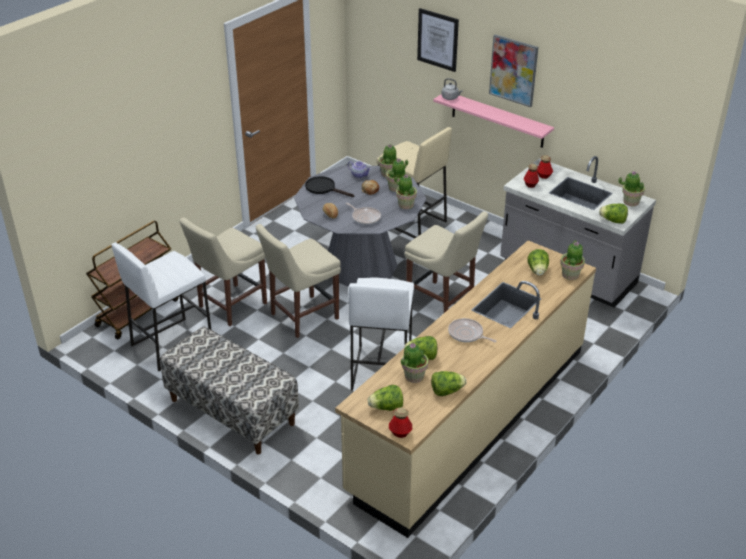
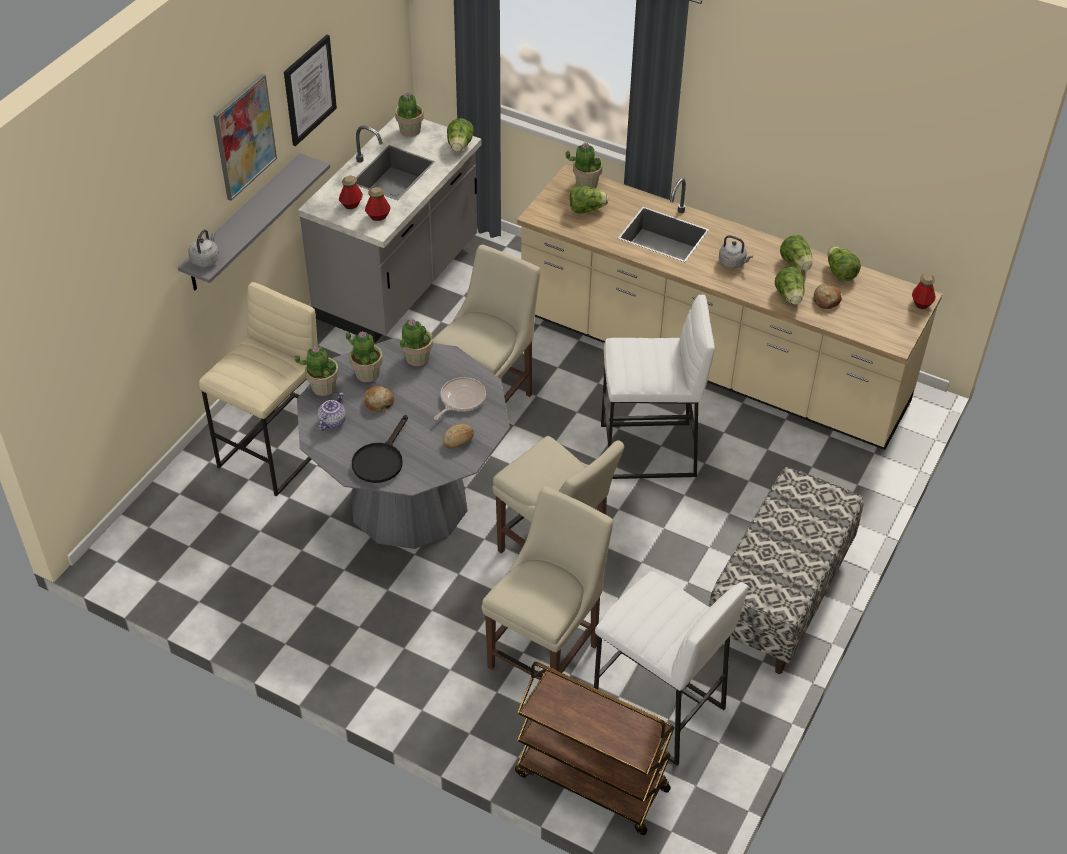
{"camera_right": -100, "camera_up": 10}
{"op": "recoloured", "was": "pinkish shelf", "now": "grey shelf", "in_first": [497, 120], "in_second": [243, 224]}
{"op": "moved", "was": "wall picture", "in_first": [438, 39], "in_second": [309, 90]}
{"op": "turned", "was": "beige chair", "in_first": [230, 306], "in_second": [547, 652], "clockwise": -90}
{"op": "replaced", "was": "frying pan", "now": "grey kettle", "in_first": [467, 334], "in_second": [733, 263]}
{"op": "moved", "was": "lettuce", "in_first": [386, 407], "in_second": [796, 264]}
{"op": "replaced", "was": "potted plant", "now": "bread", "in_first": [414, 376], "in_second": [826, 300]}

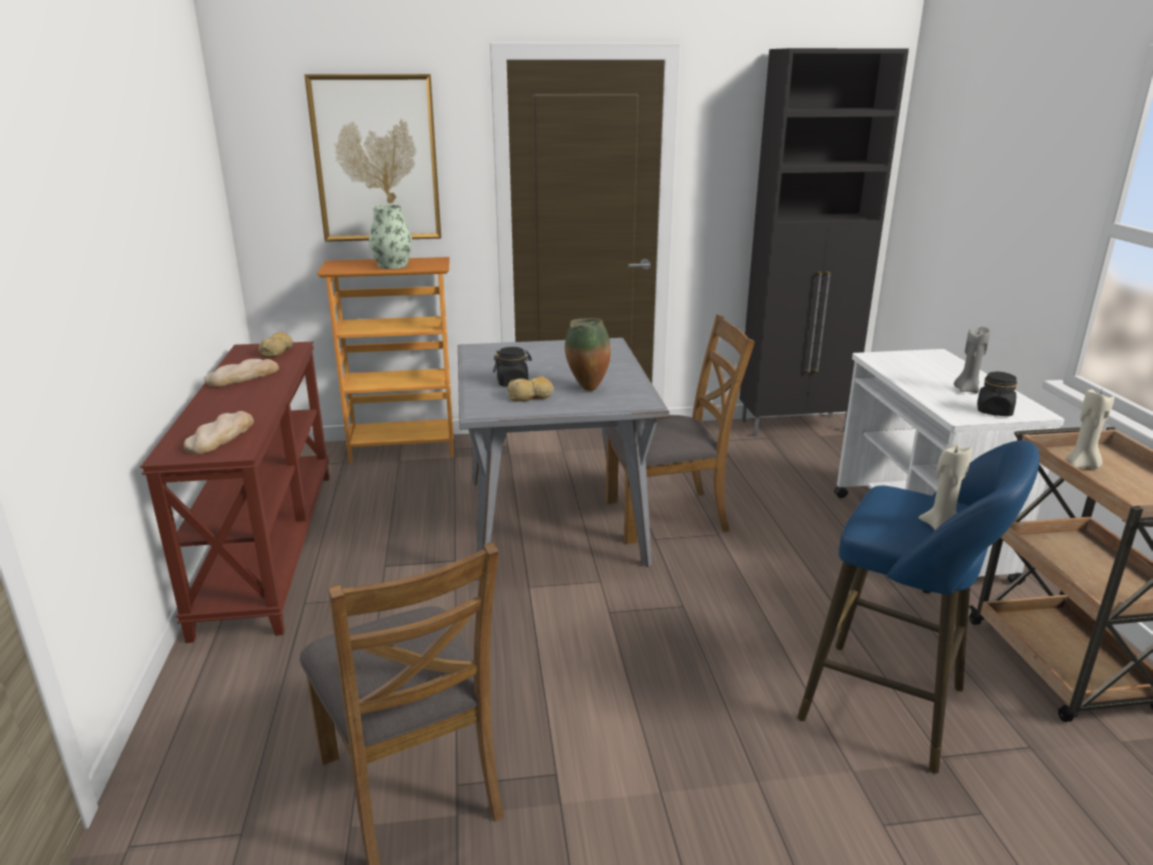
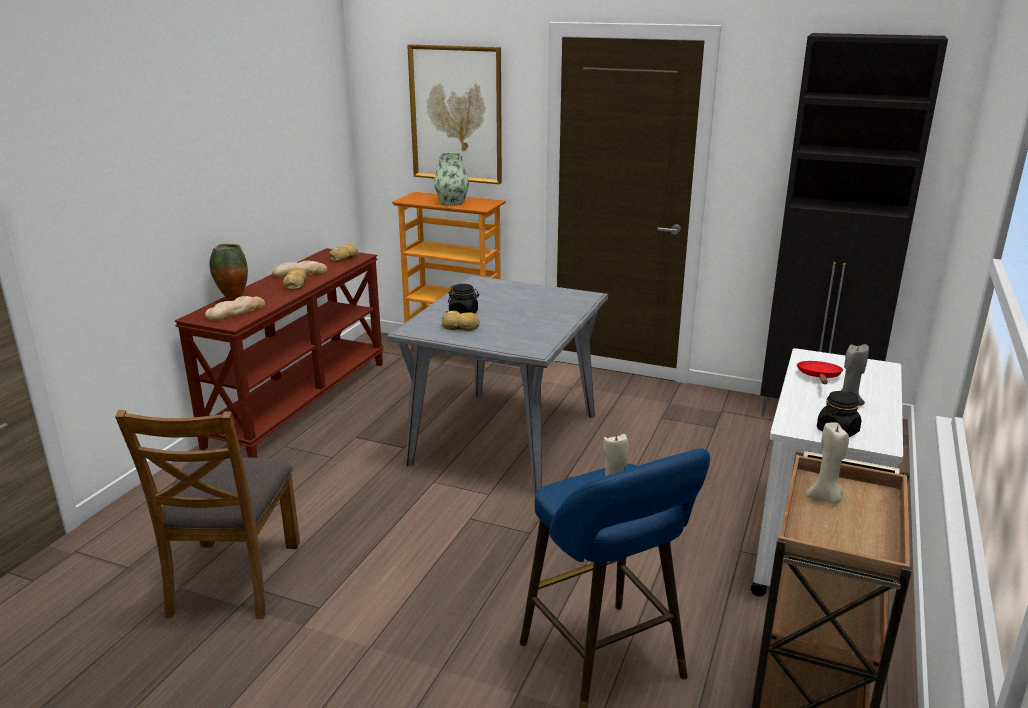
{"camera_right": 30, "camera_up": 0}
{"op": "moved", "was": "vase", "in_first": [587, 389], "in_second": [232, 299]}
{"op": "added", "now": "bread", "in_second": [295, 285]}
{"op": "added", "now": "red frying pan", "in_second": [819, 377]}
{"op": "removed", "was": "brown-coloured chair", "in_first": [667, 515]}

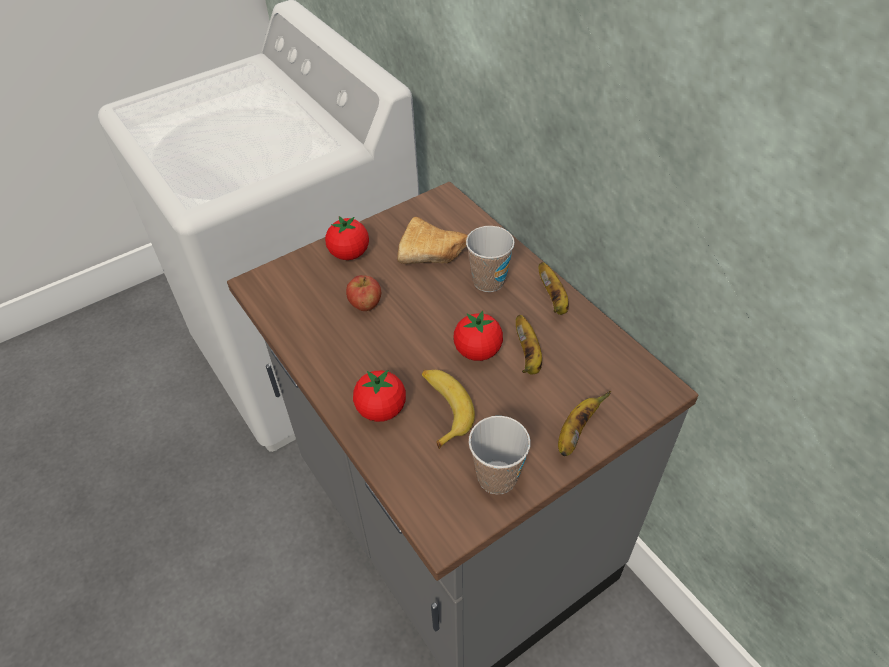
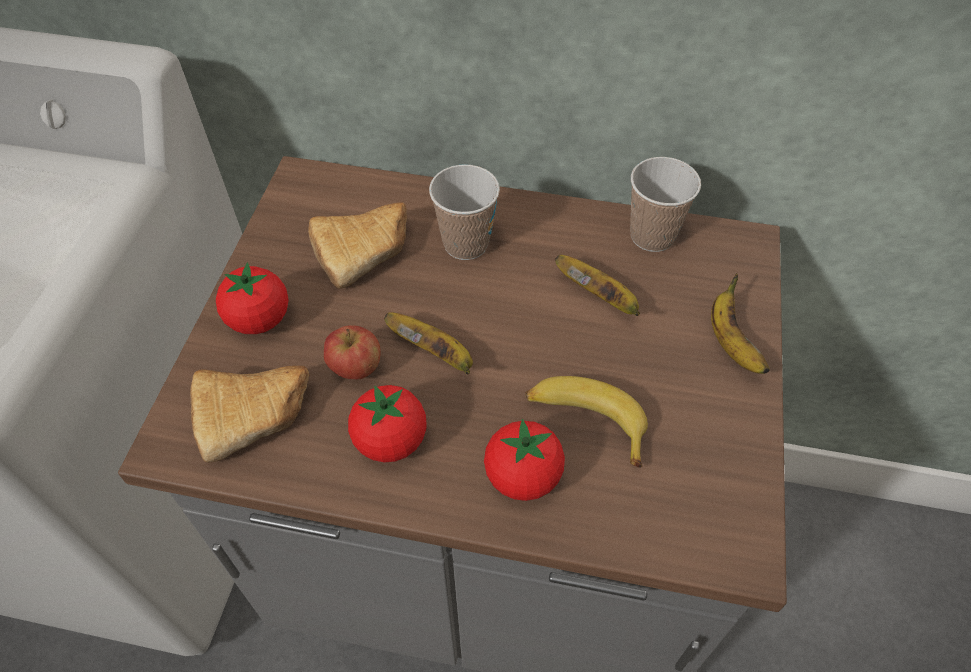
{"camera_right": -45, "camera_up": 5}
{"op": "added", "now": "bread", "in_second": [257, 415]}
{"op": "moved", "was": "fresh tomato", "in_first": [477, 351], "in_second": [390, 440]}
{"op": "moved", "was": "banana", "in_first": [553, 299], "in_second": [435, 353]}
{"op": "moved", "was": "small cup", "in_first": [497, 477], "in_second": [652, 236]}

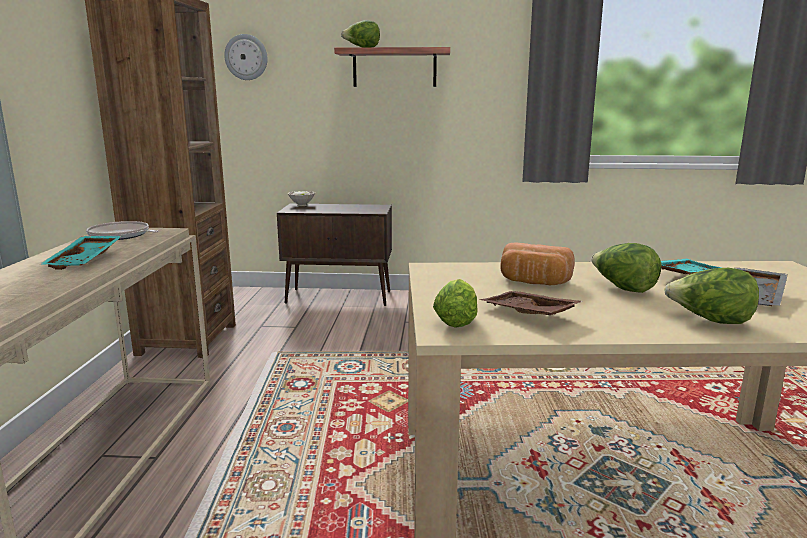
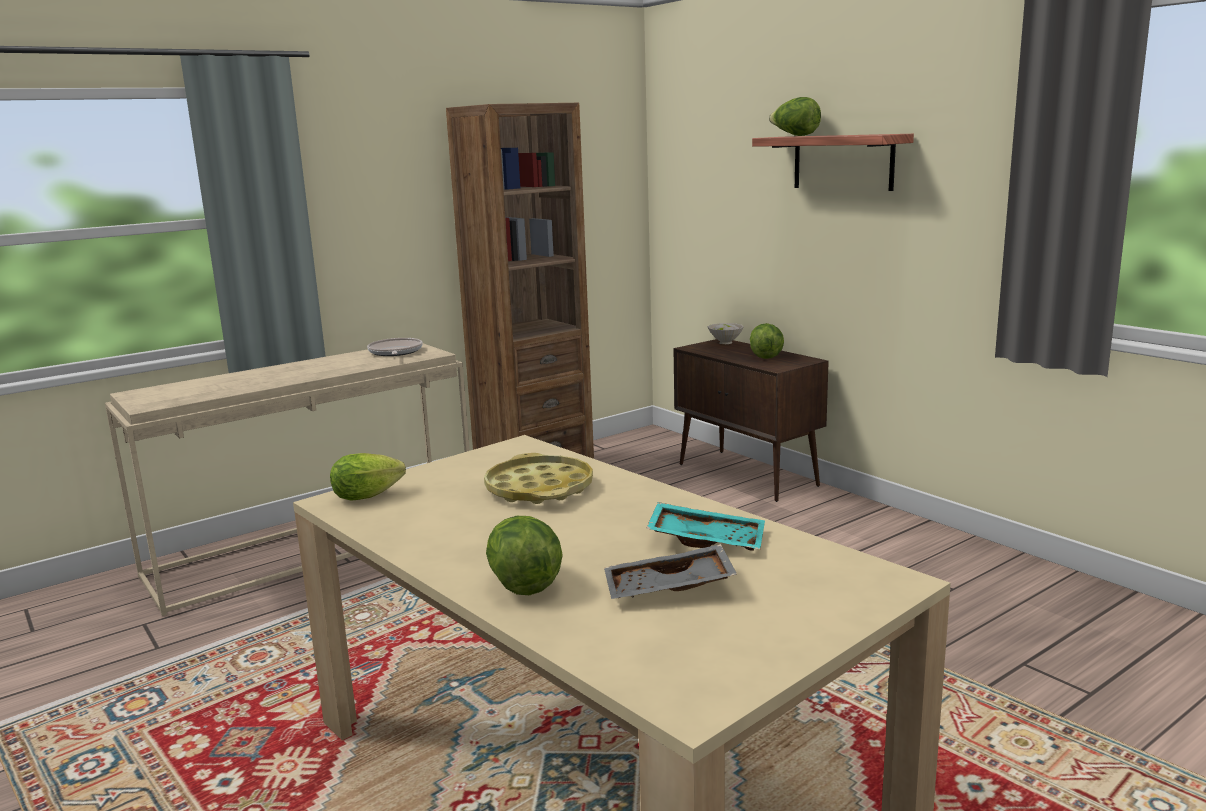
{"camera_right": 50, "camera_up": 0}
{"op": "replaced", "was": "bread", "now": "yellow-coloured serving tray", "in_first": [533, 282], "in_second": [539, 488]}
{"op": "moved", "was": "lettuce", "in_first": [623, 288], "in_second": [766, 356]}
{"op": "removed", "was": "turquoise-coloured serving tray", "in_first": [86, 260]}
{"op": "removed", "was": "clock on the wall", "in_first": [246, 57]}
{"op": "removed", "was": "brown-coloured serving tray", "in_first": [527, 314]}

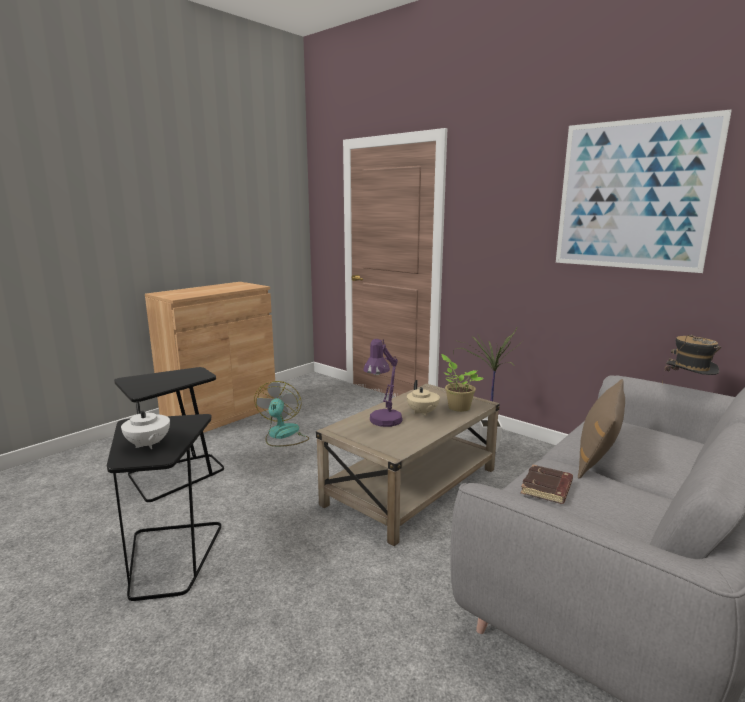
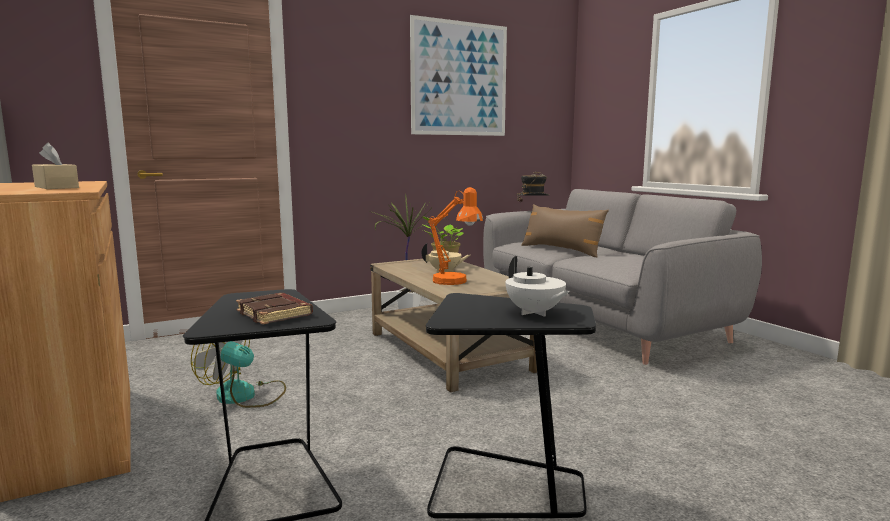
{"camera_right": -70, "camera_up": -5}
{"op": "added", "now": "beige tissue holder", "in_second": [56, 187]}
{"op": "moved", "was": "brown-coloured book", "in_first": [547, 488], "in_second": [275, 314]}
{"op": "recoloured", "was": "purplish tabletop lamp", "now": "orange-coloured tabletop lamp", "in_first": [383, 423], "in_second": [455, 282]}
{"op": "turned", "was": "white-coloured tea pot", "in_first": [148, 445], "in_second": [534, 313], "clockwise": 75}

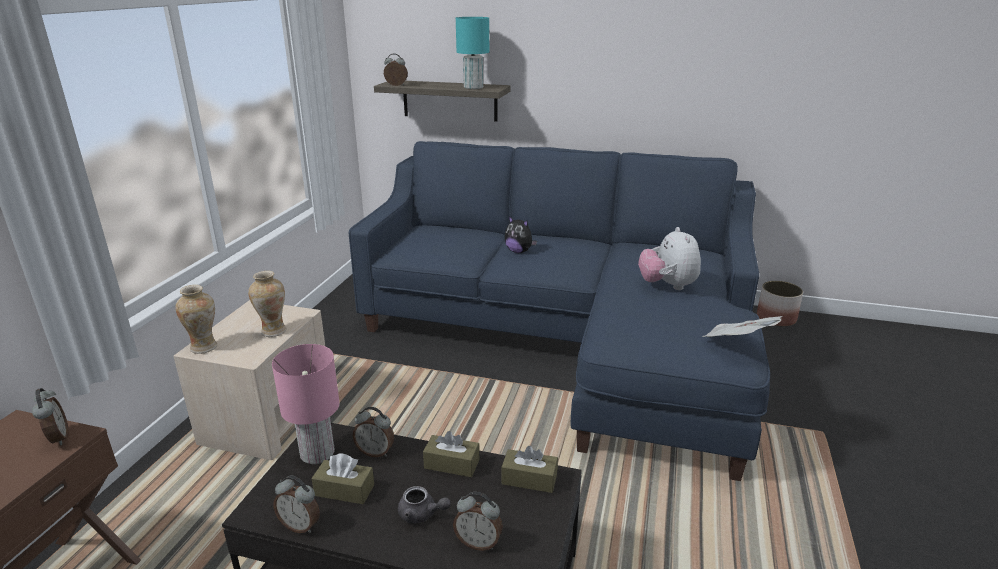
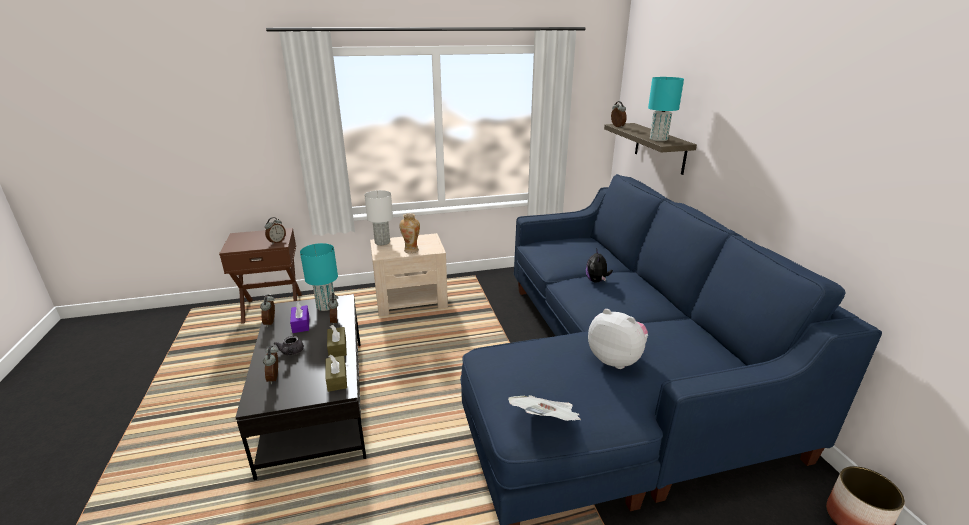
{"camera_right": 60, "camera_up": 0}
{"op": "recoloured", "was": "brown-coloured tissue holder", "now": "purplish tissue holder", "in_first": [344, 490], "in_second": [301, 324]}
{"op": "recoloured", "was": "pinkish tabletop lamp", "now": "turquoise-coloured tabletop lamp", "in_first": [318, 453], "in_second": [325, 306]}
{"op": "replaced", "was": "vase", "now": "white-coloured tabletop lamp", "in_first": [204, 347], "in_second": [382, 242]}
{"op": "turned", "was": "cuddly toy", "in_first": [667, 286], "in_second": [616, 359], "clockwise": 75}

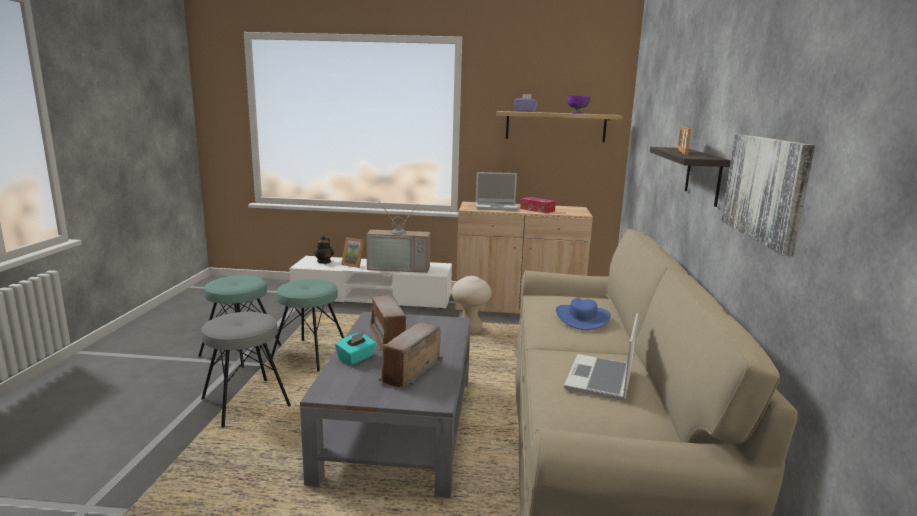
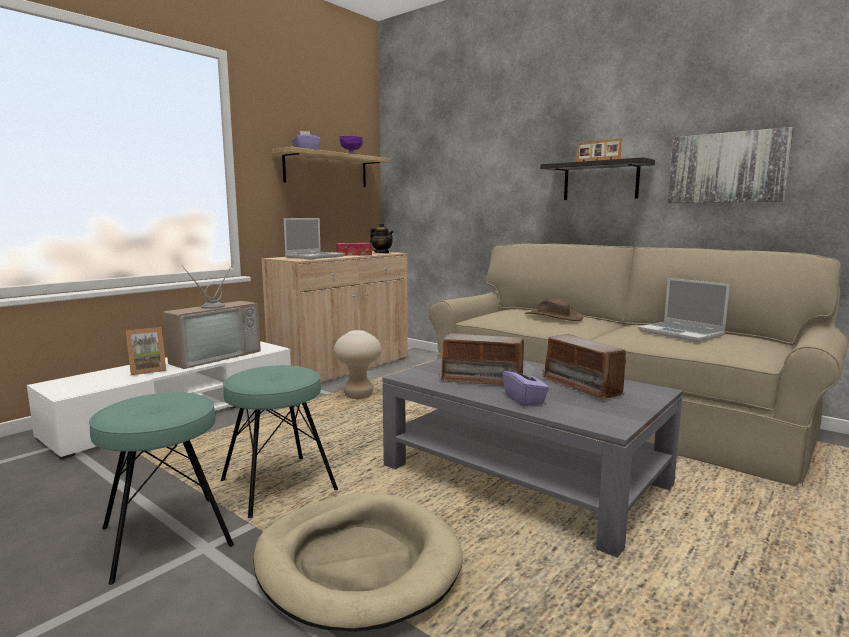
{"camera_right": -55, "camera_up": -5}
{"op": "replaced", "was": "grey sitting stool", "now": "beige dog bed", "in_first": [246, 402], "in_second": [357, 563]}
{"op": "moved", "was": "tea pot", "in_first": [324, 261], "in_second": [382, 253]}
{"op": "recoloured", "was": "turquoise-coloured tissue holder", "now": "purplish tissue holder", "in_first": [356, 358], "in_second": [524, 400]}
{"op": "recoloured", "was": "bluish hat", "now": "brown-coloured hat", "in_first": [582, 318], "in_second": [553, 316]}

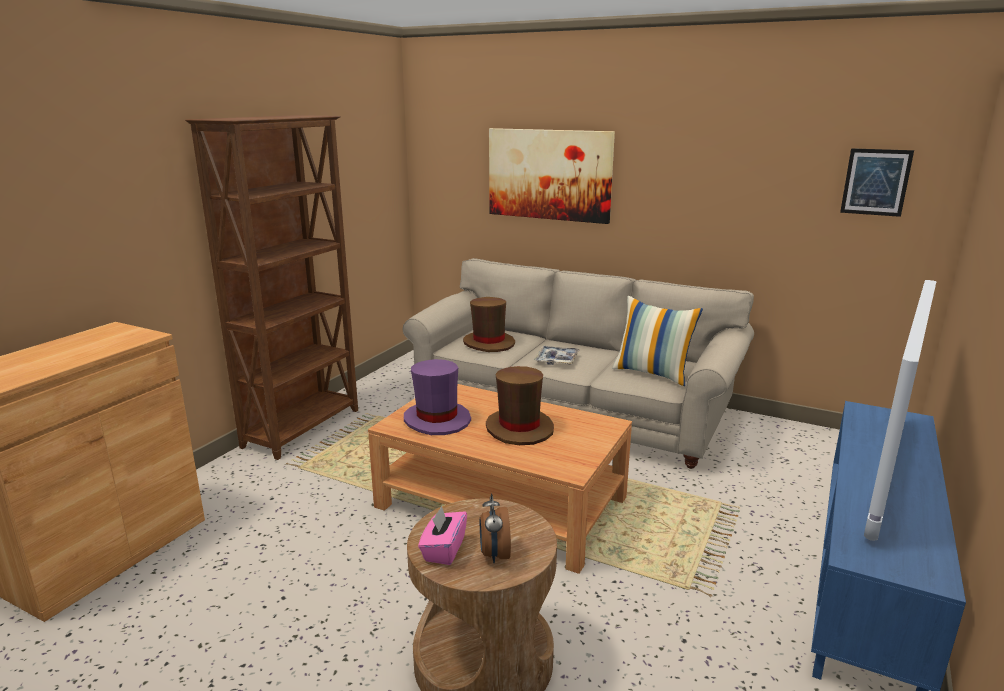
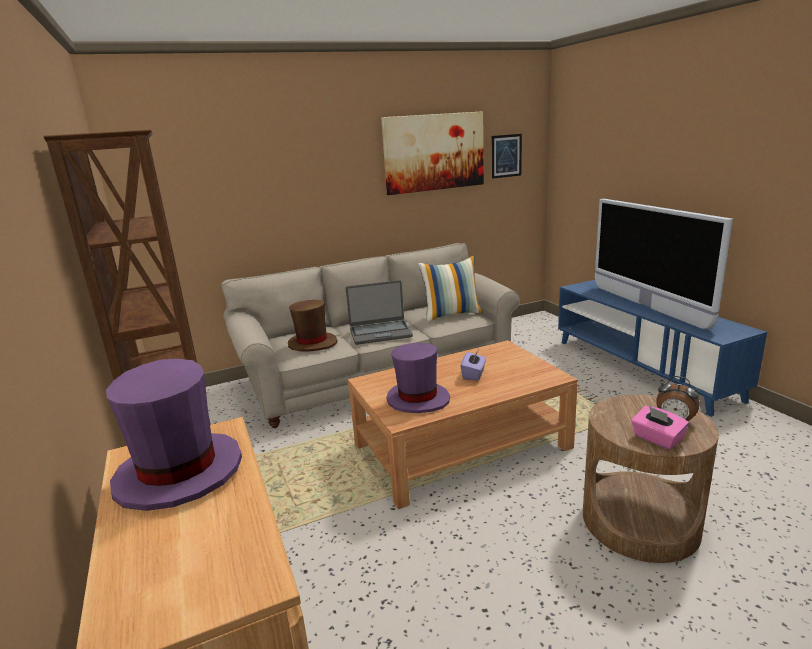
{"camera_right": -50, "camera_up": 0}
{"op": "added", "now": "purplish hat", "in_second": [179, 473]}
{"op": "replaced", "was": "serving tray", "now": "laptop", "in_first": [556, 360], "in_second": [380, 333]}
{"op": "moved", "was": "wall picture", "in_first": [549, 174], "in_second": [434, 152]}
{"op": "replaced", "was": "brown-coloured hat", "now": "purplish tissue holder", "in_first": [519, 428], "in_second": [474, 374]}

